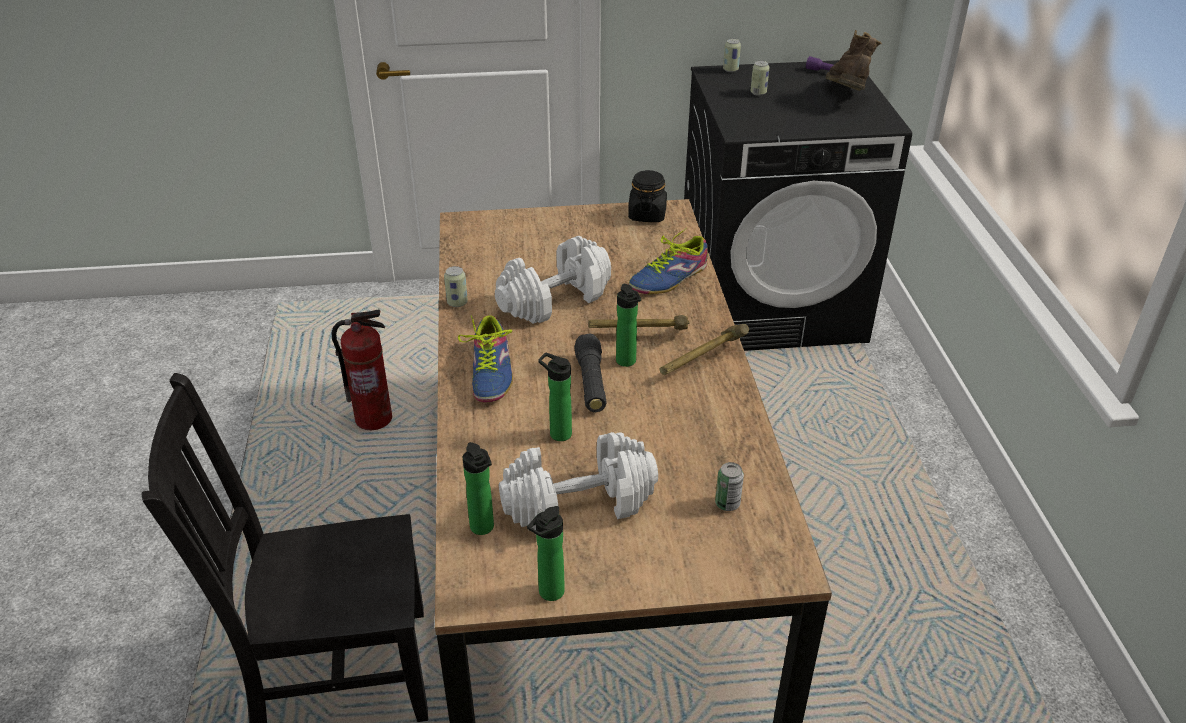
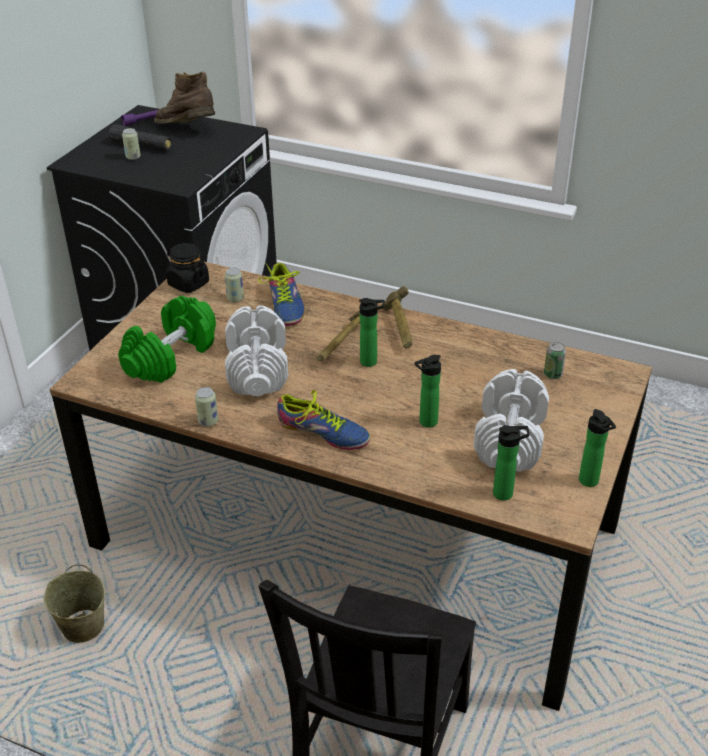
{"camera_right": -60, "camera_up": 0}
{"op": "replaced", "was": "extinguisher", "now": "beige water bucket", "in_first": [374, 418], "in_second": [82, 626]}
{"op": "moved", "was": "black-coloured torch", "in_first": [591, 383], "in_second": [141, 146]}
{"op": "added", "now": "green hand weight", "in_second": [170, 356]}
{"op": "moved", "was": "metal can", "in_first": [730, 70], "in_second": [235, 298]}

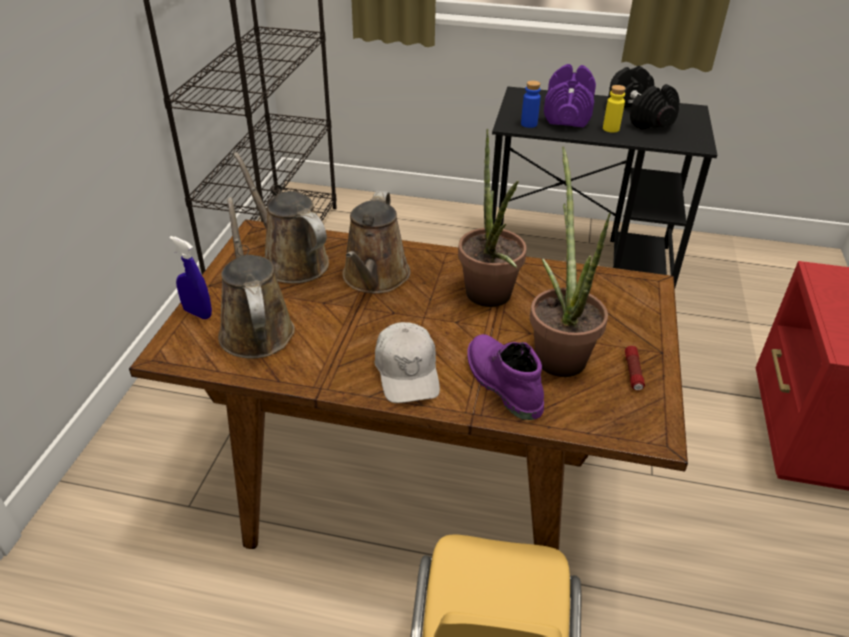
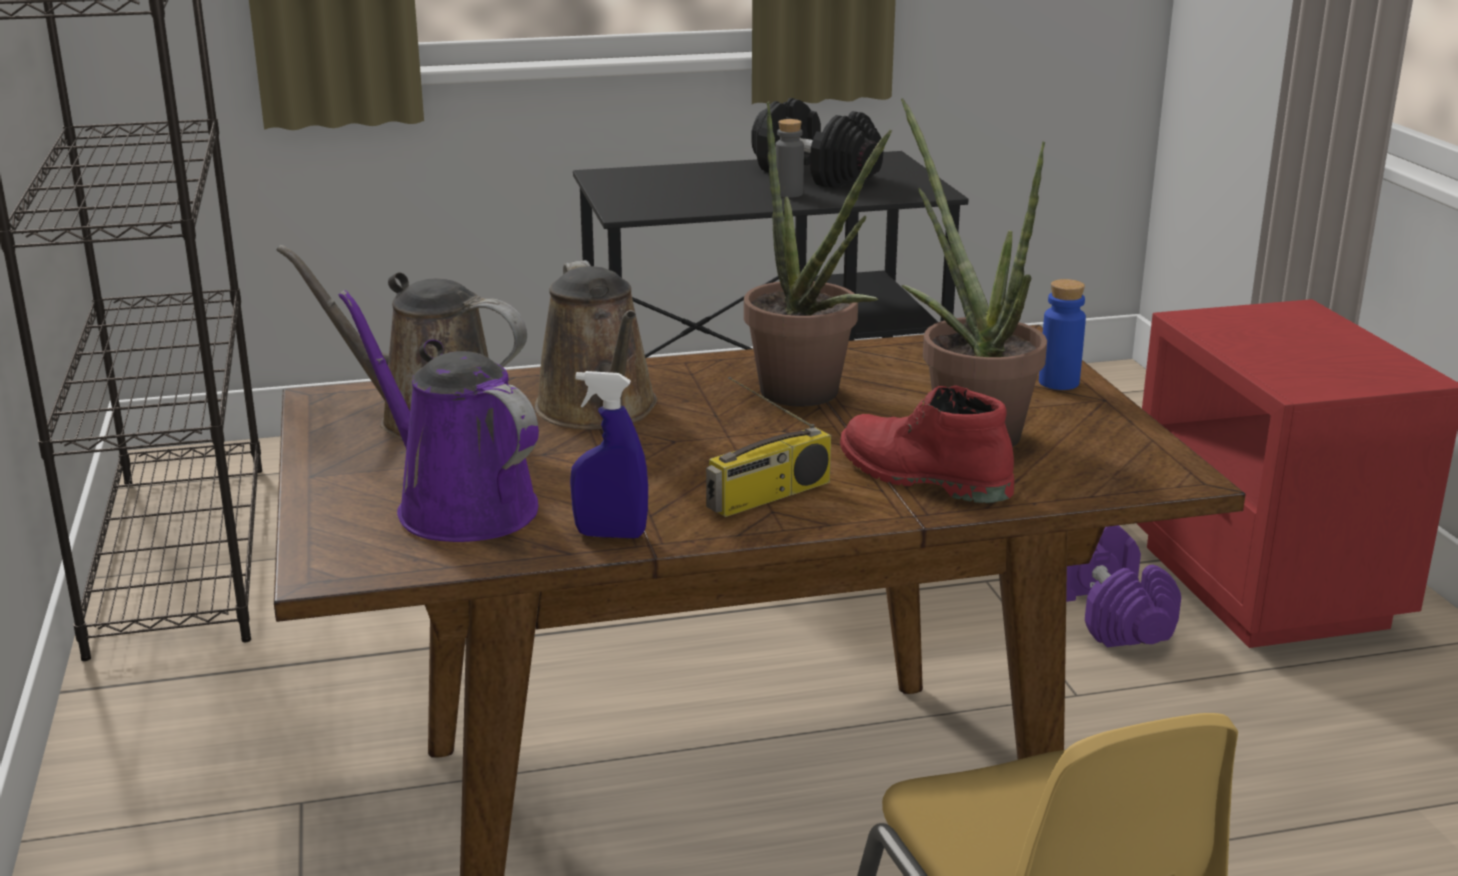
{"camera_right": -25, "camera_up": -15}
{"op": "recoloured", "was": "brown-coloured watering pot", "now": "purplish watering pot", "in_first": [255, 328], "in_second": [457, 505]}
{"op": "moved", "was": "bluish hand sprayer", "in_first": [197, 313], "in_second": [610, 534]}
{"op": "replaced", "was": "white-coloured cap", "now": "radio", "in_first": [407, 372], "in_second": [769, 496]}
{"op": "recoloured", "was": "yellow-coloured beverage bottle", "now": "grey beverage bottle", "in_first": [611, 129], "in_second": [788, 194]}
{"op": "recoloured", "was": "purplish tall boot", "now": "red tall boot", "in_first": [501, 383], "in_second": [921, 477]}
{"op": "moved", "was": "bluish beverage bottle", "in_first": [529, 124], "in_second": [1058, 382]}
{"op": "moved", "was": "purplish hand weight", "in_first": [567, 113], "in_second": [1109, 614]}
{"op": "removed", "was": "torch", "in_first": [633, 373]}

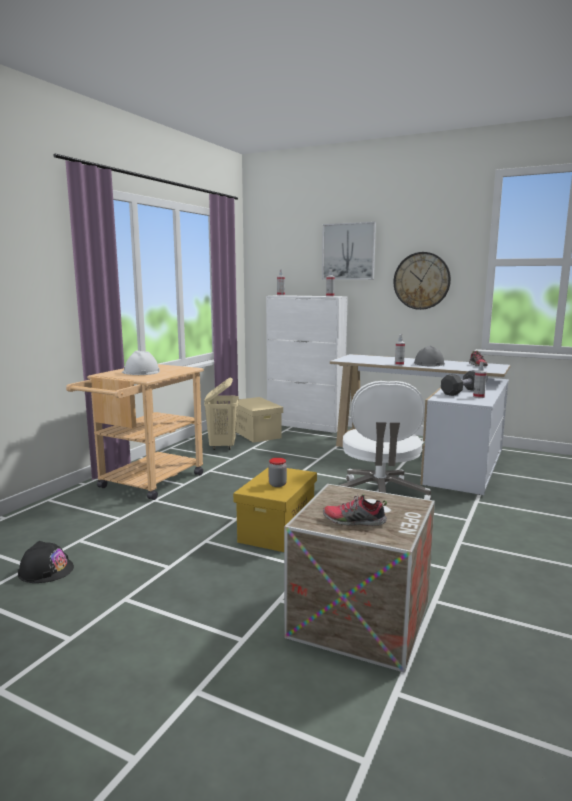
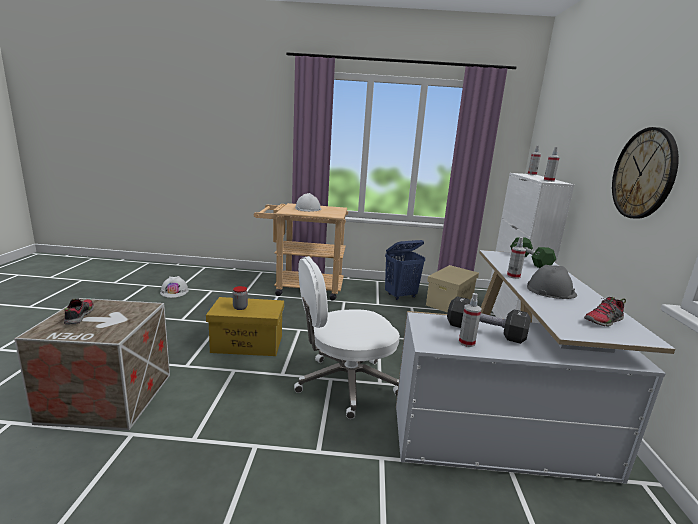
{"camera_right": 65, "camera_up": 5}
{"op": "recoloured", "was": "black-coloured work helmet", "now": "white-coloured work helmet", "in_first": [46, 570], "in_second": [174, 292]}
{"op": "recoloured", "was": "beige washing basket", "now": "bluish washing basket", "in_first": [222, 446], "in_second": [401, 296]}
{"op": "added", "now": "green hand weight", "in_second": [530, 261]}
{"op": "removed", "was": "wall picture", "in_first": [348, 251]}

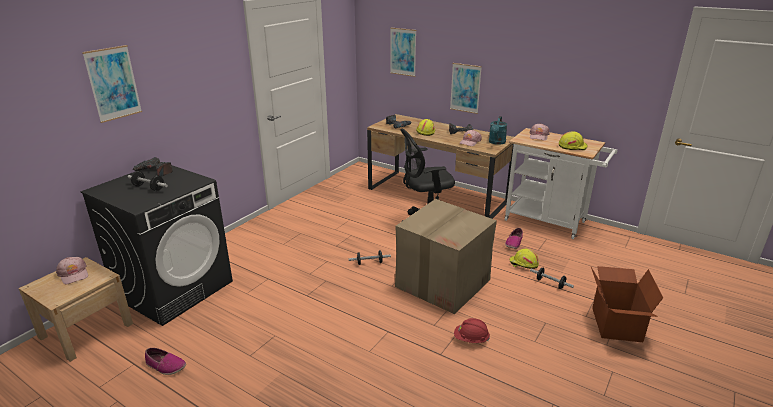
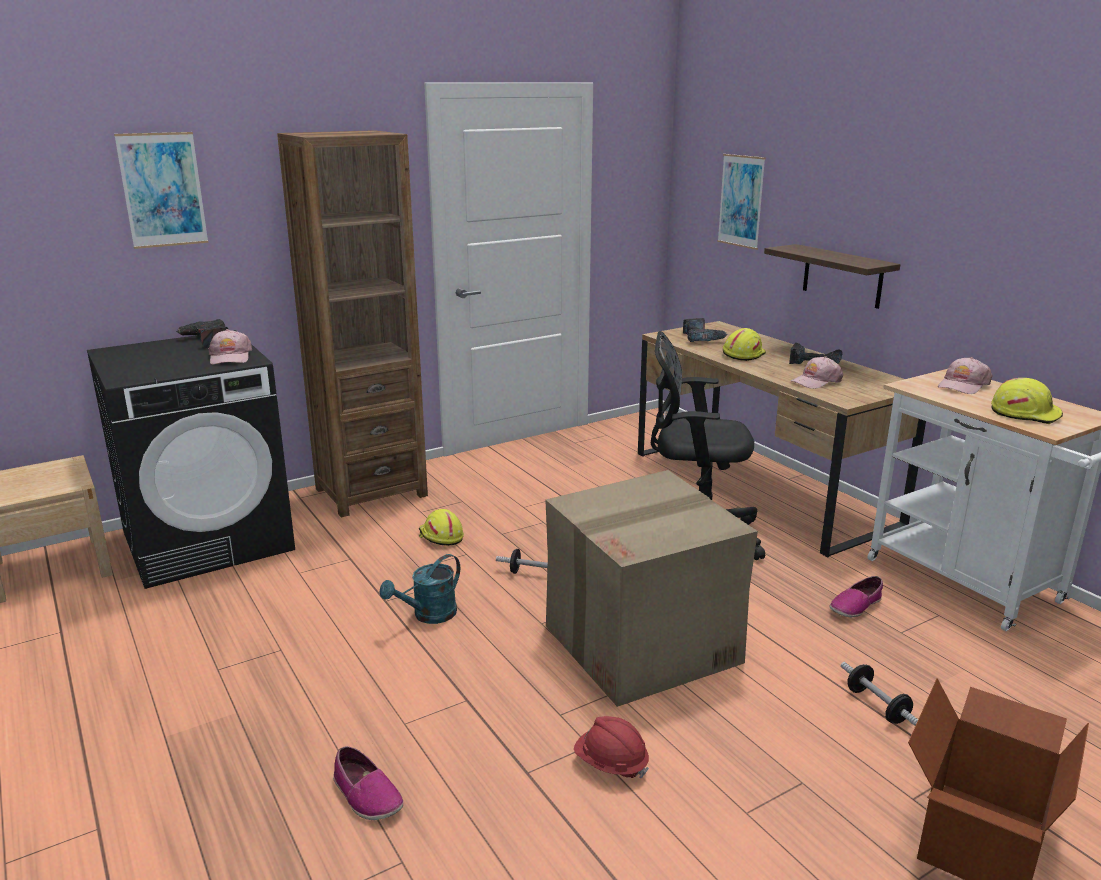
{"camera_right": 25, "camera_up": -5}
{"op": "moved", "was": "pinkish cap", "in_first": [73, 274], "in_second": [230, 357]}
{"op": "added", "now": "brown-coloured bookcase", "in_second": [371, 492]}
{"op": "moved", "was": "shoe", "in_first": [165, 366], "in_second": [366, 795]}
{"op": "moved", "was": "turquoise-coloured watering pot", "in_first": [496, 142], "in_second": [428, 616]}
{"op": "moved", "was": "yellow-coloured work helmet", "in_first": [523, 264], "in_second": [440, 537]}
{"op": "replaced", "was": "wall picture", "now": "shelf", "in_first": [465, 88], "in_second": [842, 276]}
{"op": "removed", "was": "hand weight", "in_first": [148, 188]}

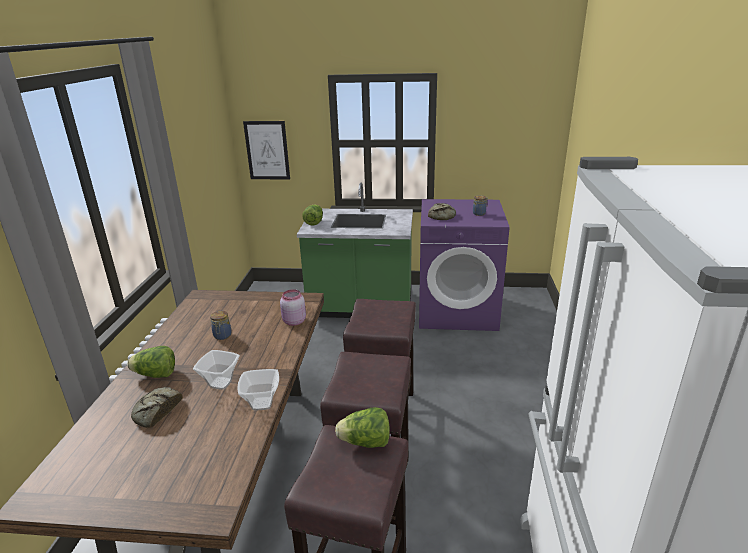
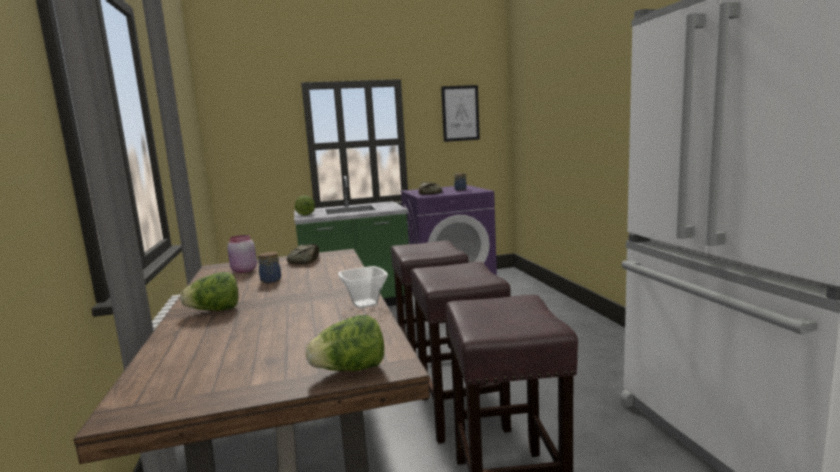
{"camera_right": -20, "camera_up": -15}
{"op": "moved", "was": "pinkish preserve jar", "in_first": [293, 322], "in_second": [243, 270]}
{"op": "moved", "was": "bread", "in_first": [156, 411], "in_second": [304, 261]}
{"op": "moved", "was": "lettuce", "in_first": [365, 442], "in_second": [350, 370]}
{"op": "moved", "was": "wall picture", "in_first": [267, 150], "in_second": [460, 113]}
{"op": "removed", "was": "bowl", "in_first": [220, 382]}

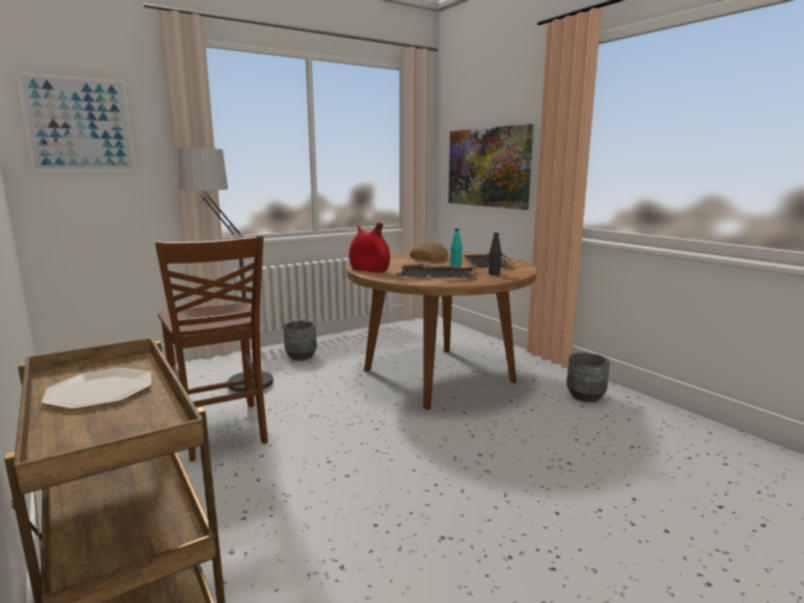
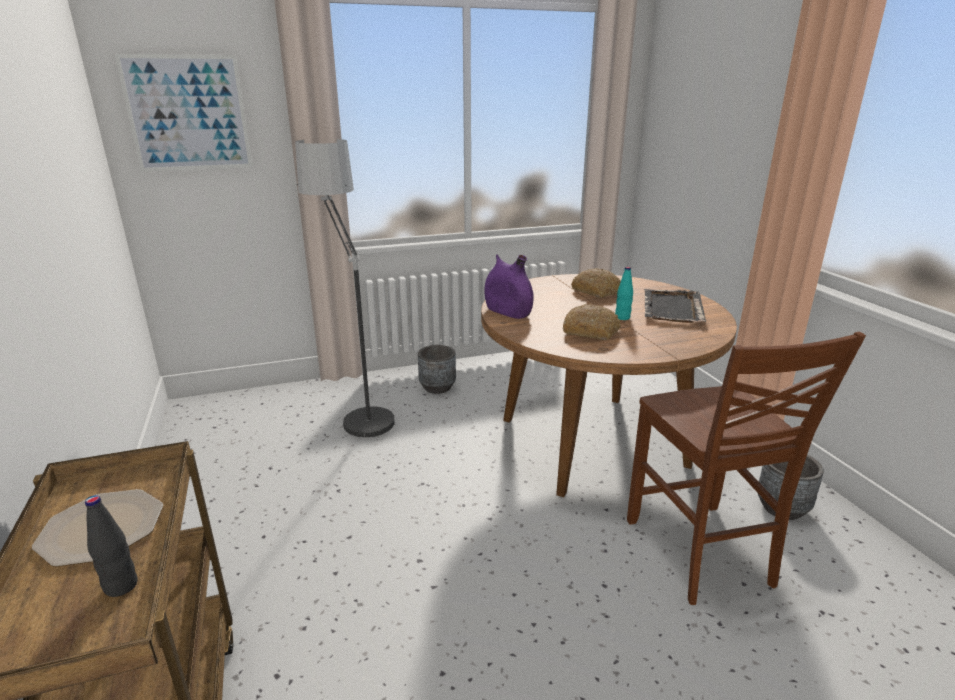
{"camera_right": 15, "camera_up": 10}
{"op": "moved", "was": "black-coloured beverage bottle", "in_first": [494, 274], "in_second": [121, 586]}
{"op": "recoloured", "was": "red vase", "now": "purplish vase", "in_first": [369, 270], "in_second": [508, 312]}
{"op": "replaced", "was": "black-coloured serving tray", "now": "bread", "in_first": [437, 274], "in_second": [591, 331]}
{"op": "moved", "was": "brown-coloured chair", "in_first": [221, 432], "in_second": [700, 554]}
{"op": "removed", "was": "wall picture", "in_first": [488, 167]}

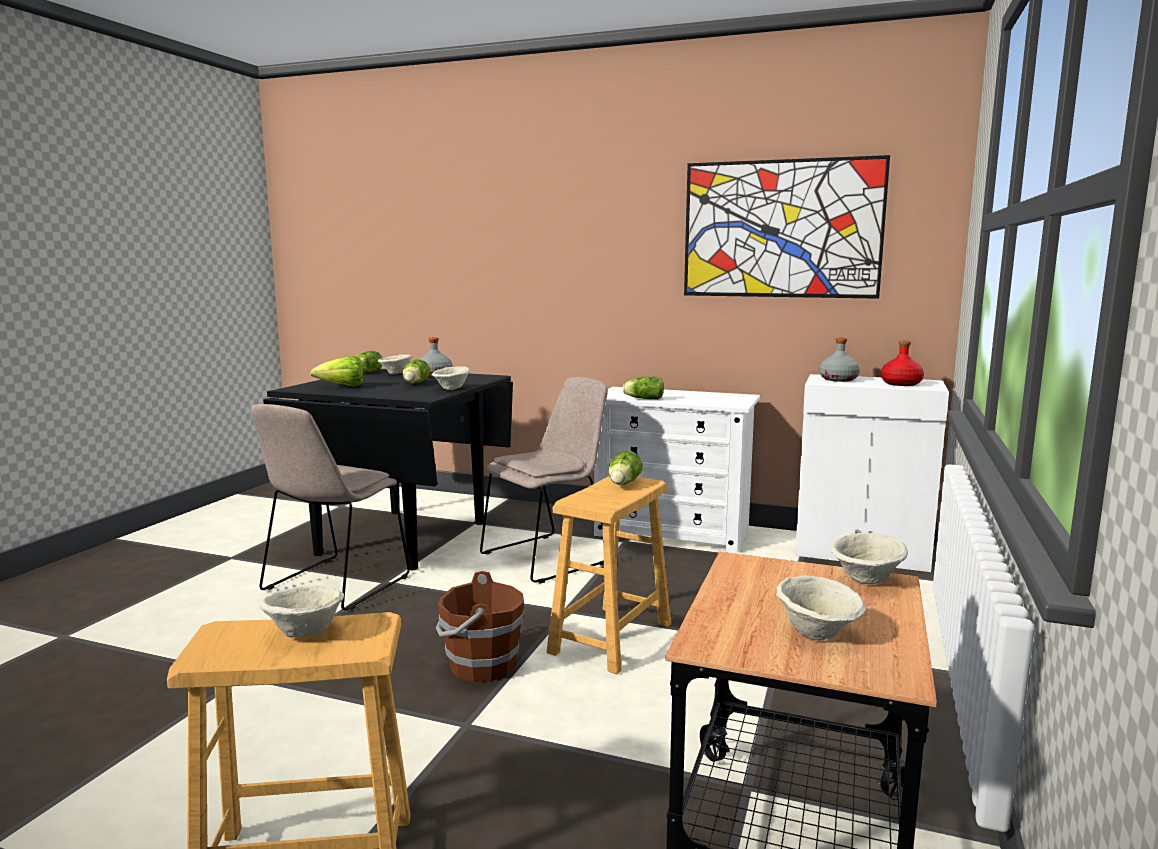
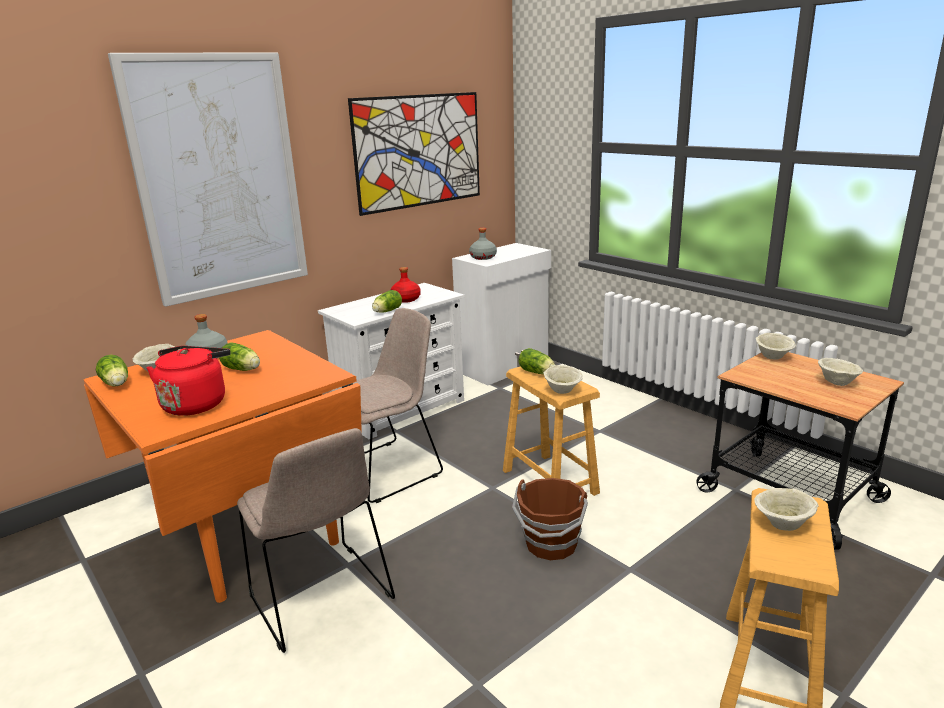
{"camera_right": -60, "camera_up": 10}
{"op": "recoloured", "was": "black-coloured dinner table", "now": "orange-coloured dinner table", "in_first": [404, 538], "in_second": [249, 533]}
{"op": "added", "now": "wall picture", "in_second": [219, 178]}
{"op": "replaced", "was": "lettuce", "now": "red kettle", "in_first": [343, 386], "in_second": [196, 403]}
{"op": "turned", "was": "beige chair", "in_first": [549, 557], "in_second": [388, 469], "clockwise": 60}
{"op": "moved", "was": "red beverage bottle", "in_first": [901, 384], "in_second": [406, 299]}
{"op": "moved", "was": "beige bowl", "in_first": [452, 389], "in_second": [563, 391]}

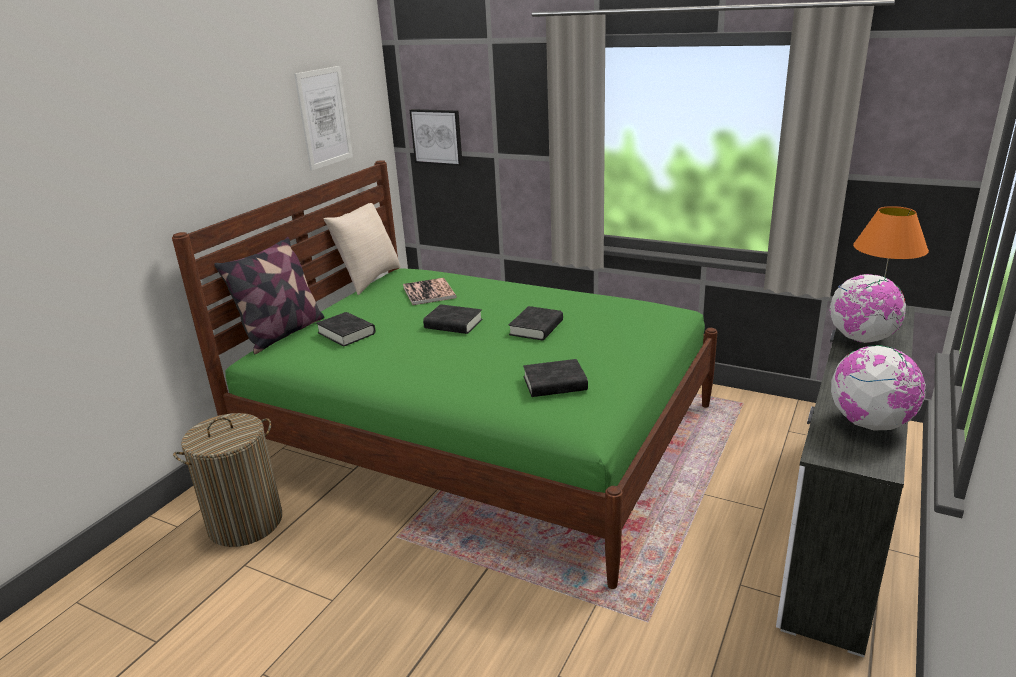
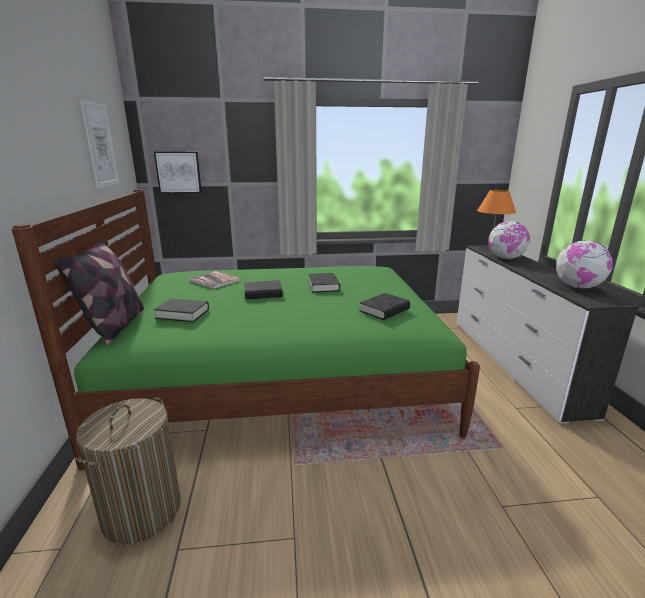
{"camera_right": -35, "camera_up": -5}
{"op": "removed", "was": "beige throw pillow", "in_first": [369, 279]}

